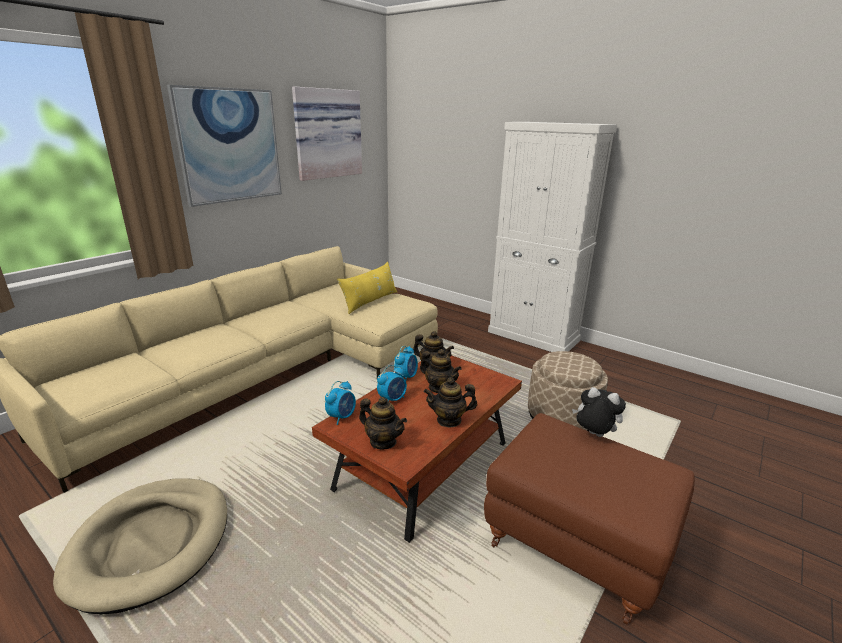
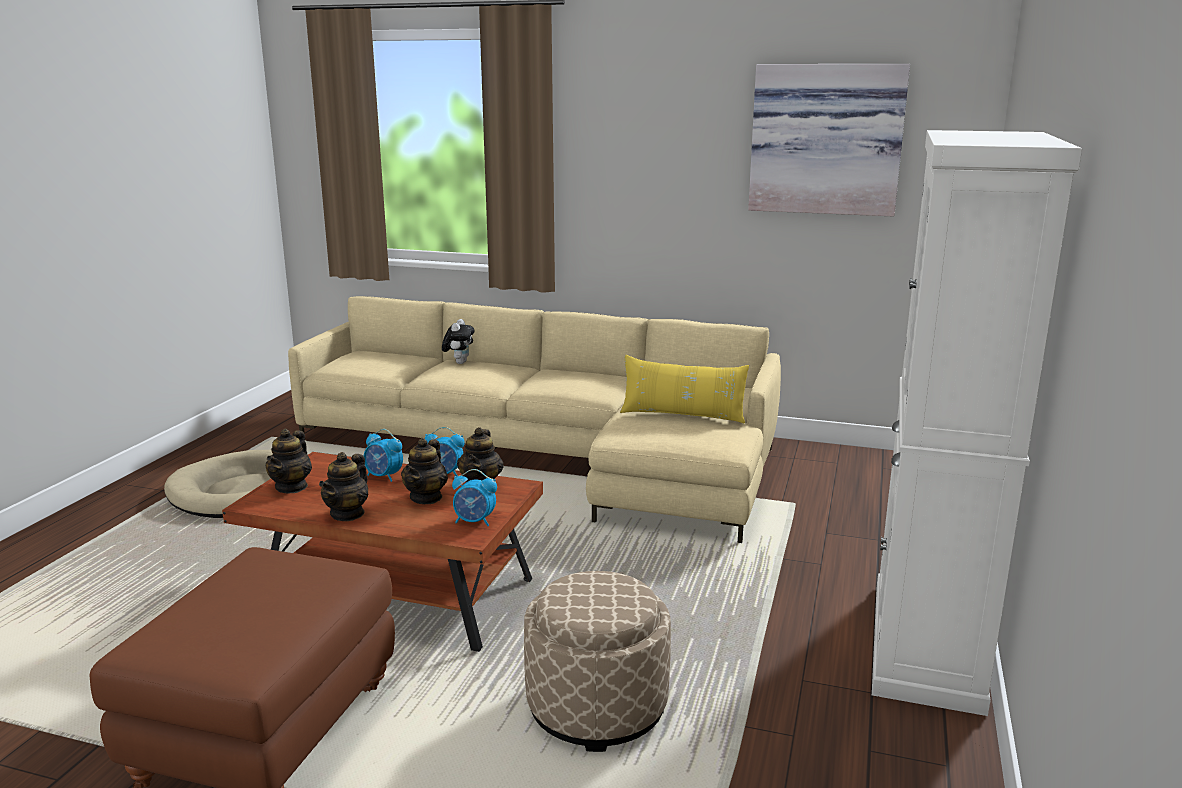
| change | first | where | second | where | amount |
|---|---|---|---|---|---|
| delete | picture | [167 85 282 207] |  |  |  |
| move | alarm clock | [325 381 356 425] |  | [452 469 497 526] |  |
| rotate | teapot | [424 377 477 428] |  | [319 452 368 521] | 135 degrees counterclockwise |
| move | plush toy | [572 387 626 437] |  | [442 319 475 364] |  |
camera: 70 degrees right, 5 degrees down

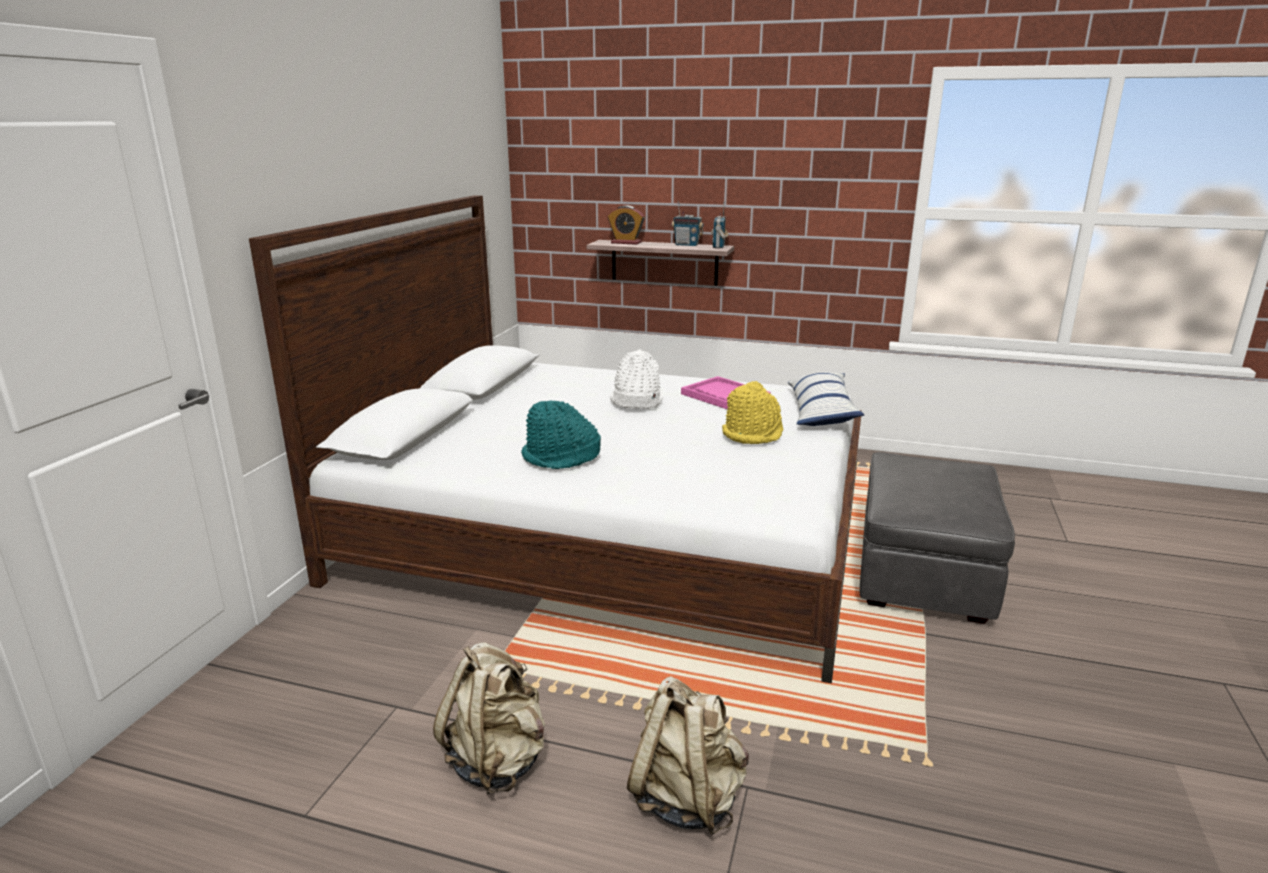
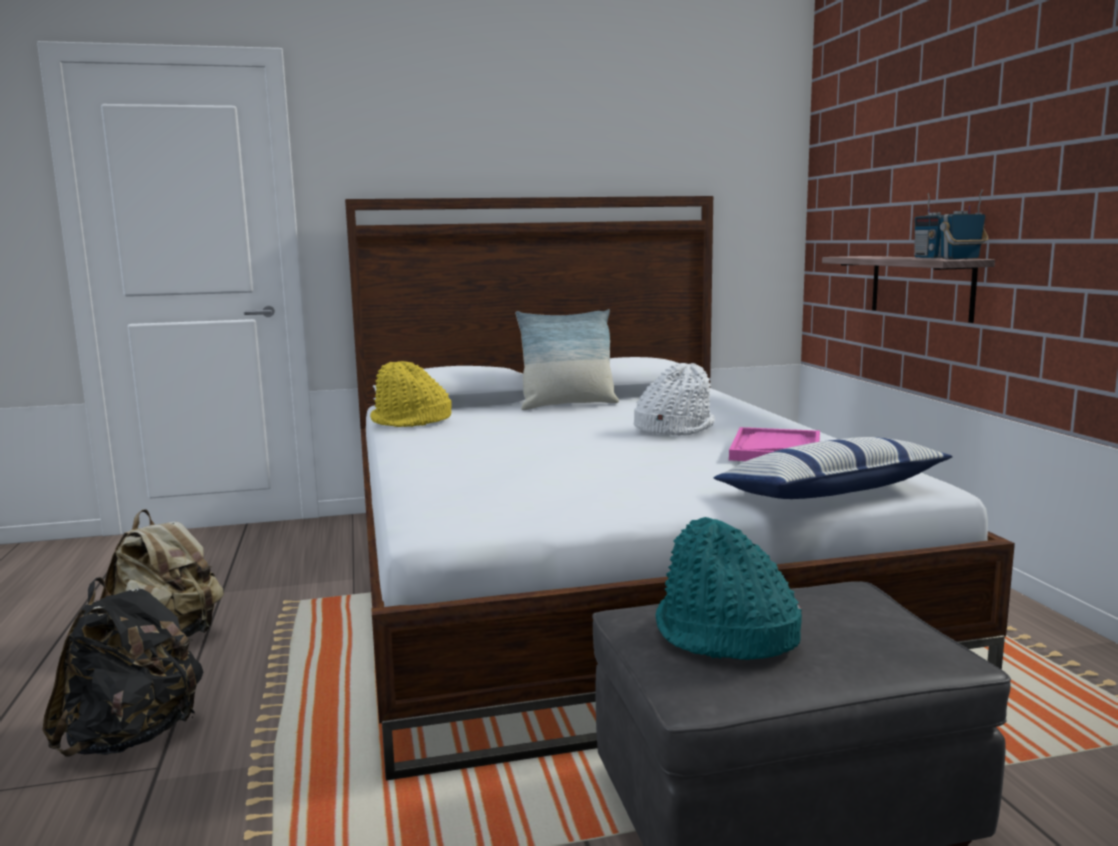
| change | first | where | second | where | amount |
|---|---|---|---|---|---|
| move | turquoise hat | [521 401 601 469] |  | [656 517 802 660] |  |
| delete | alarm clock | [608 206 645 245] |  |  |  |
| recolor | beige backpack | [627 676 749 835] | black backpack | [43 577 203 757] |  |
| move | yellow hat | [722 381 783 444] |  | [370 361 451 427] |  |
| insert |  |  | pillow | [516 309 619 410] |  |
camera: 60 degrees right, 10 degrees down

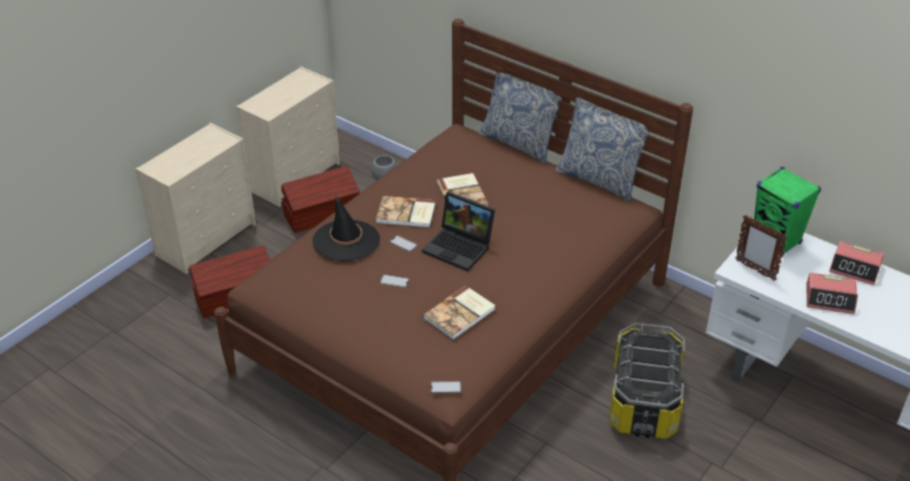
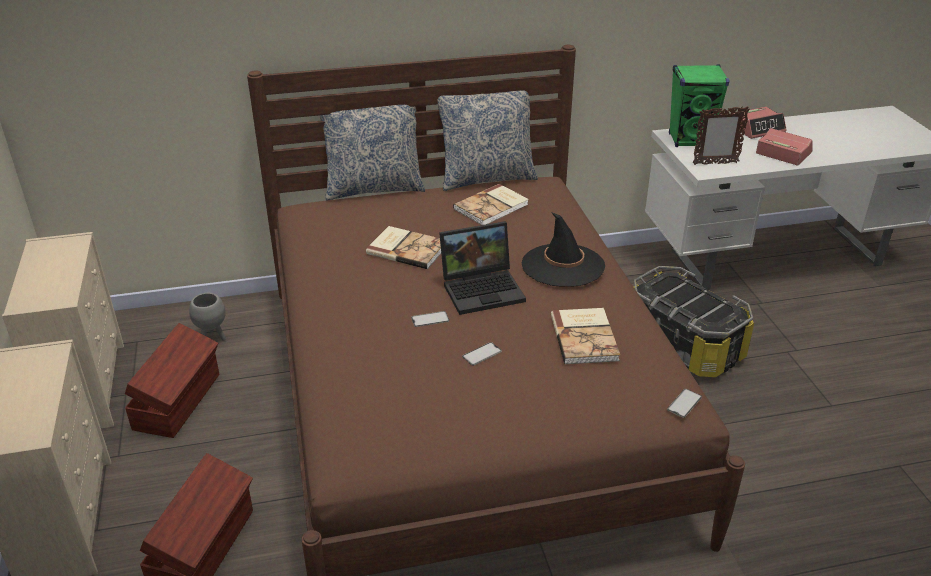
| change | first | where | second | where | amount |
|---|---|---|---|---|---|
| move | black hat | [313 196 380 261] |  | [522 212 605 287] |  |
| move | book | [376 196 436 228] |  | [453 184 529 225] |  |
| rotate | alarm clock | [806 273 858 314] |  | [756 128 813 165] | 105 degrees counterclockwise |
camera: 50 degrees left, 5 degrees down

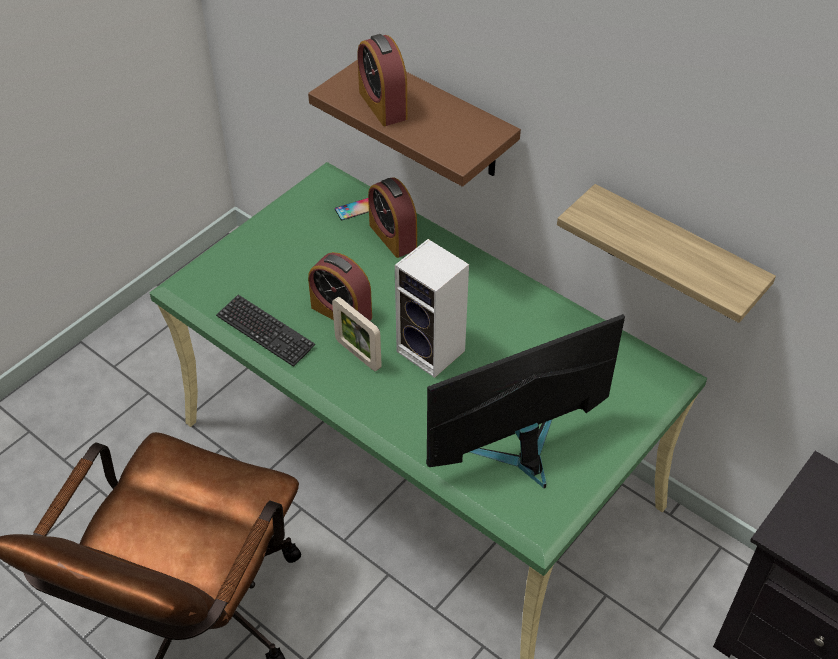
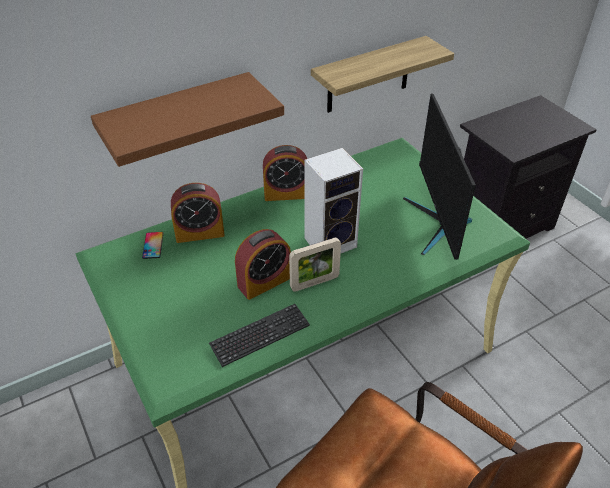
| change | first | where | second | where | amount |
|---|---|---|---|---|---|
| move | alarm clock | [358 34 407 126] |  | [263 145 307 201] |  |
camera: 70 degrees left, 5 degrees down

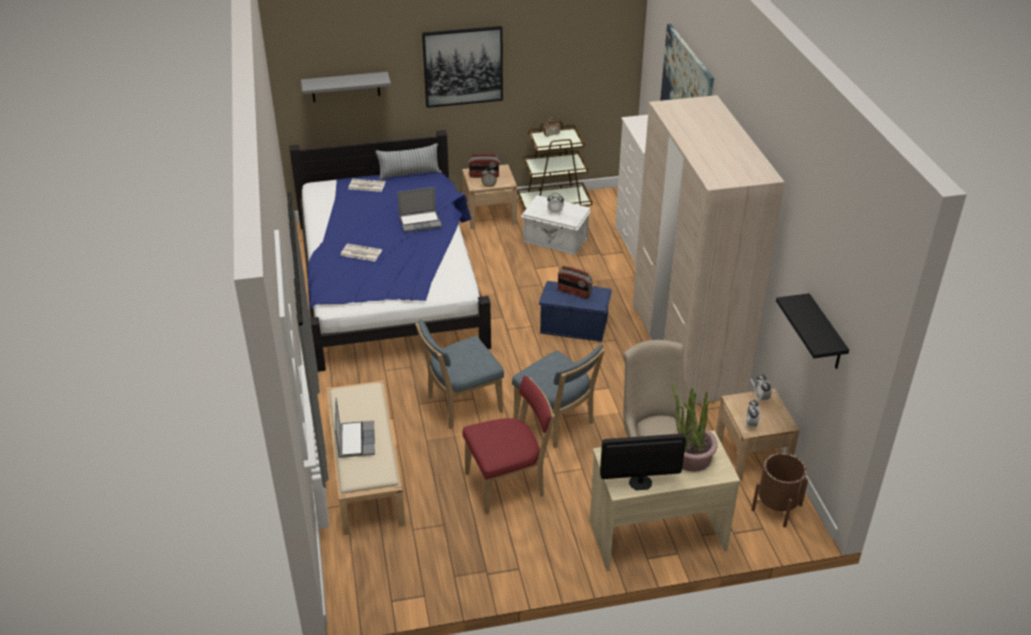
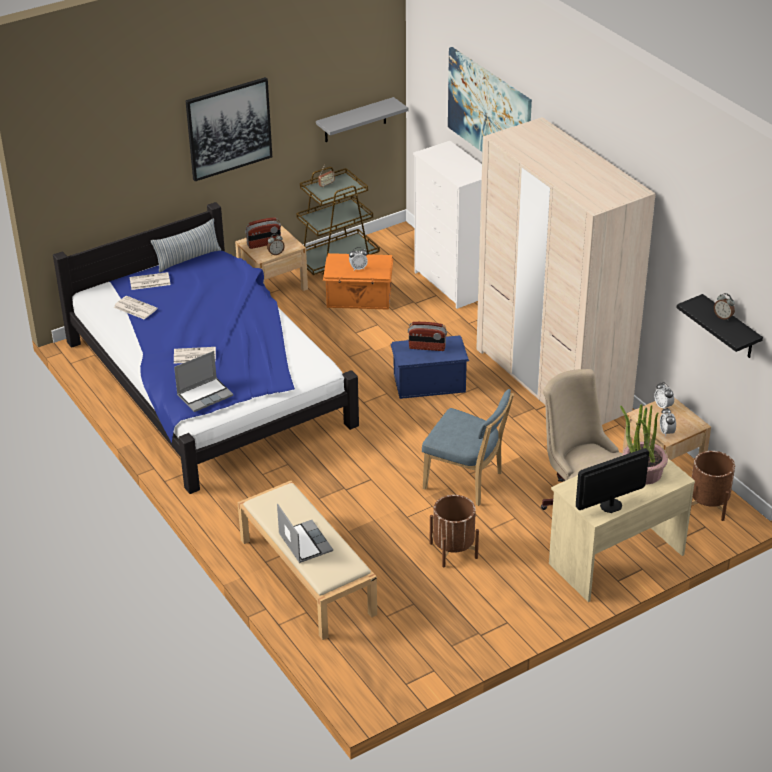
| change | first | where | second | where | amount |
|---|---|---|---|---|---|
| move | grey shelf | [301 72 391 102] |  | [316 97 409 142] |  |
| move | laptop | [397 187 442 232] |  | [174 351 233 412] |  |
| delete | blue chair | [416 319 504 429] |  |  |  |
| replace | red chair | [462 376 555 514] | brown planter | [430 495 479 568] |  |
| recolor | white storage box | [521 195 591 255] | orange storage box | [323 253 393 310] |  |
| insert |  |  | newspaper | [114 296 157 319] |  |
| insert |  |  | alarm clock | [714 293 735 320] |  |
camera: 20 degrees left, 0 degrees up

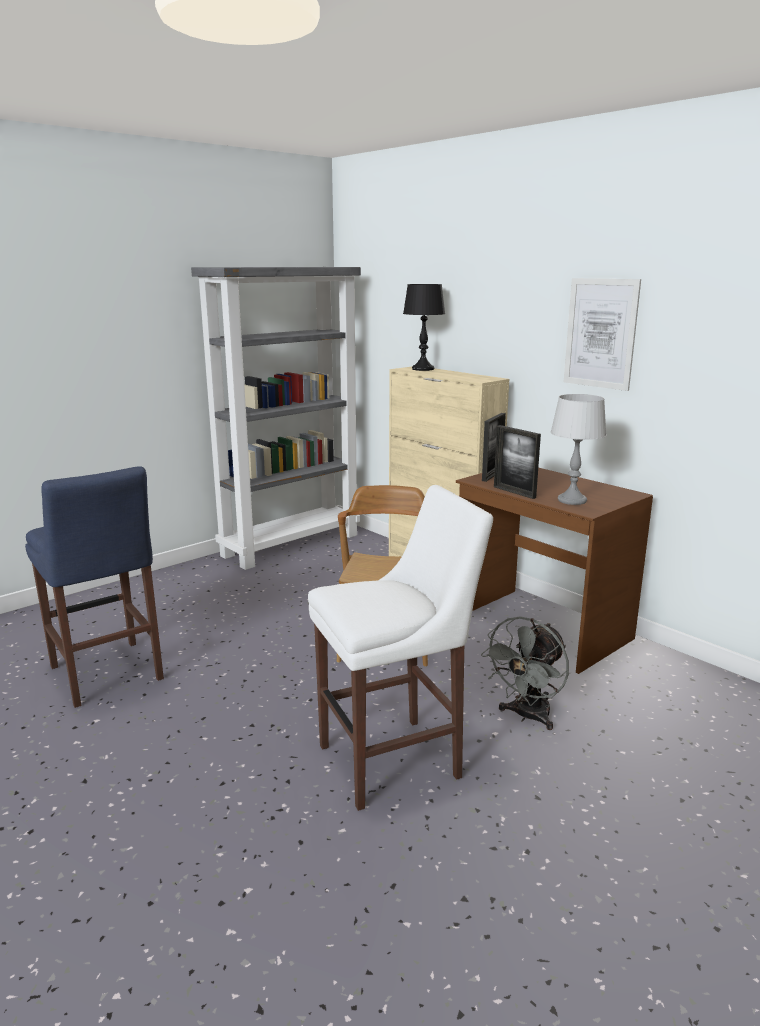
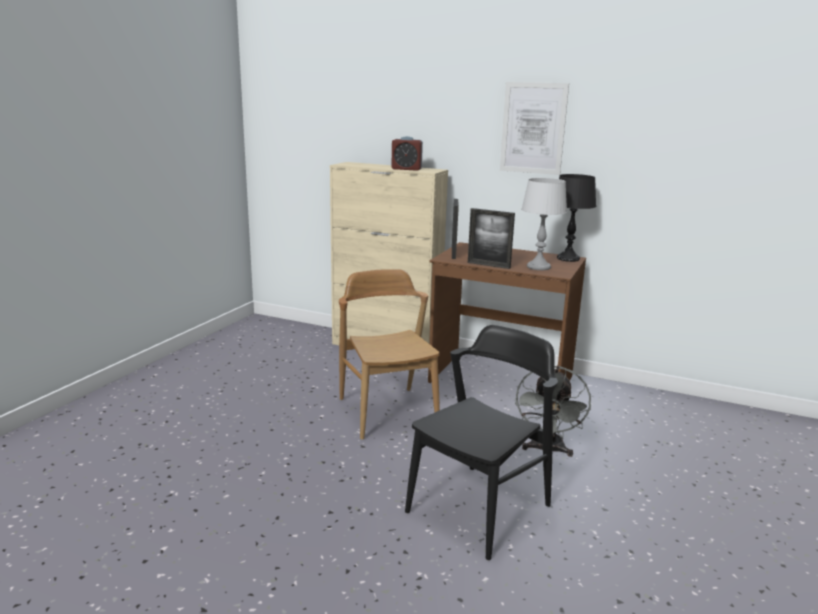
| change | first | where | second | where | amount |
|---|---|---|---|---|---|
| delete | blue stool | [25 466 164 708] |  |  |  |
| delete | grey bookcase | [191 267 361 570] |  |  |  |
| replace | white stool | [308 485 493 811] | black chair | [405 325 558 561] |  |
| move | black table lamp | [403 284 445 371] |  | [557 174 596 262] |  |
| insert |  |  | alarm clock | [391 136 423 171] |  |
camera: 25 degrees left, 0 degrees up

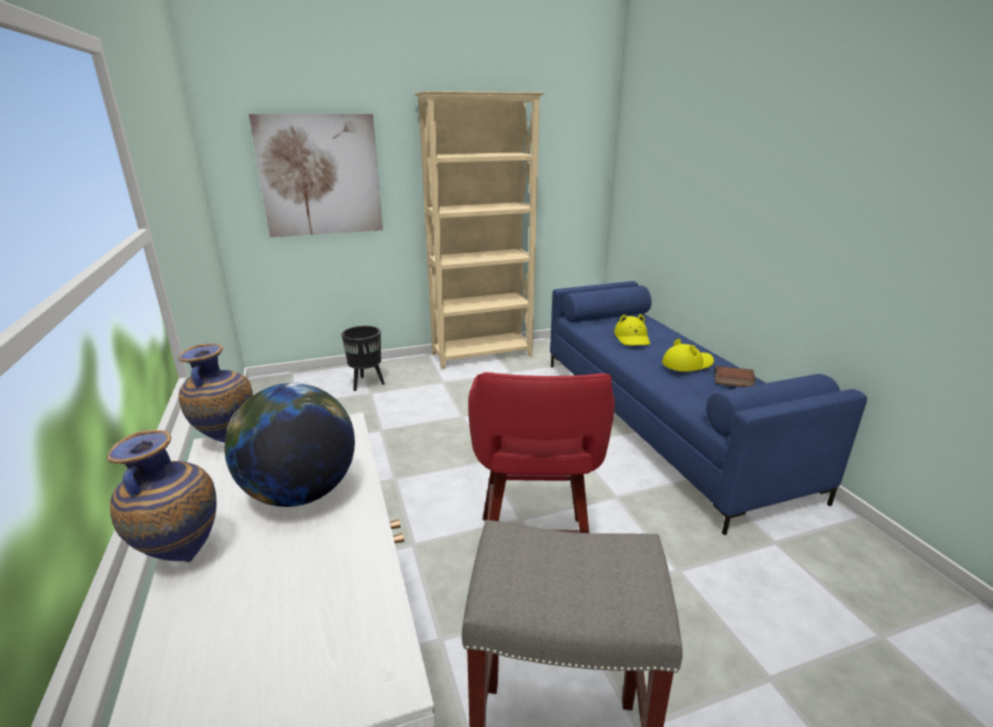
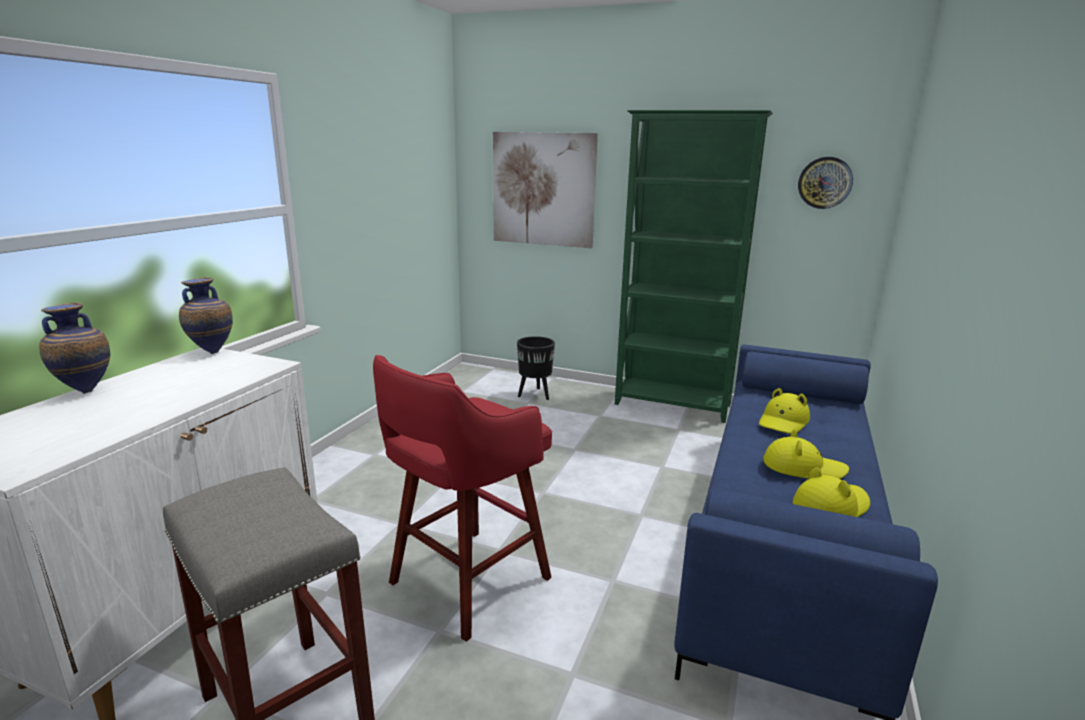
| change | first | where | second | where | amount |
|---|---|---|---|---|---|
| delete | globe | [225 383 355 507] |  |  |  |
| recolor | beige bookcase | [414 91 545 369] | green bookcase | [615 110 773 423] |  |
| replace | book | [715 366 756 387] | yellow hat | [793 468 870 517] |  |
| insert |  |  | wall clock | [798 157 853 209] |  |
camera: 40 degrees right, 5 degrees down

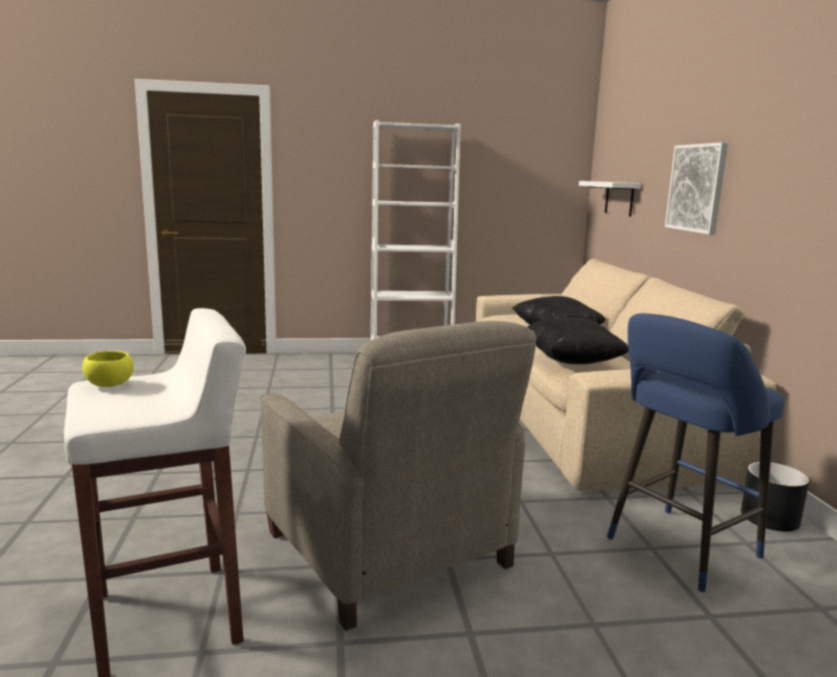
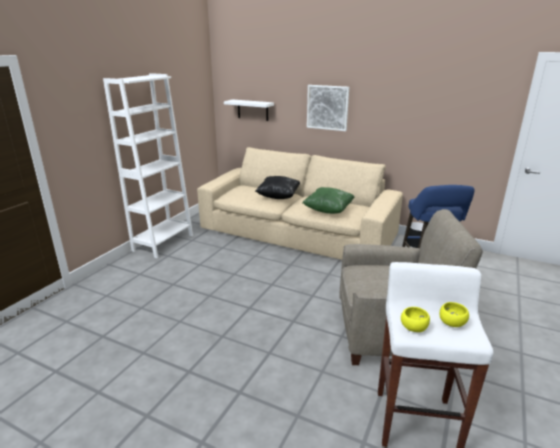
| change | first | where | second | where | amount |
|---|---|---|---|---|---|
| recolor | black pillow | [527 317 629 364] | green pillow | [302 187 354 214] |  |
| insert |  |  | yellow bowl | [440 302 469 327] |  |
camera: 55 degrees left, 10 degrees up

